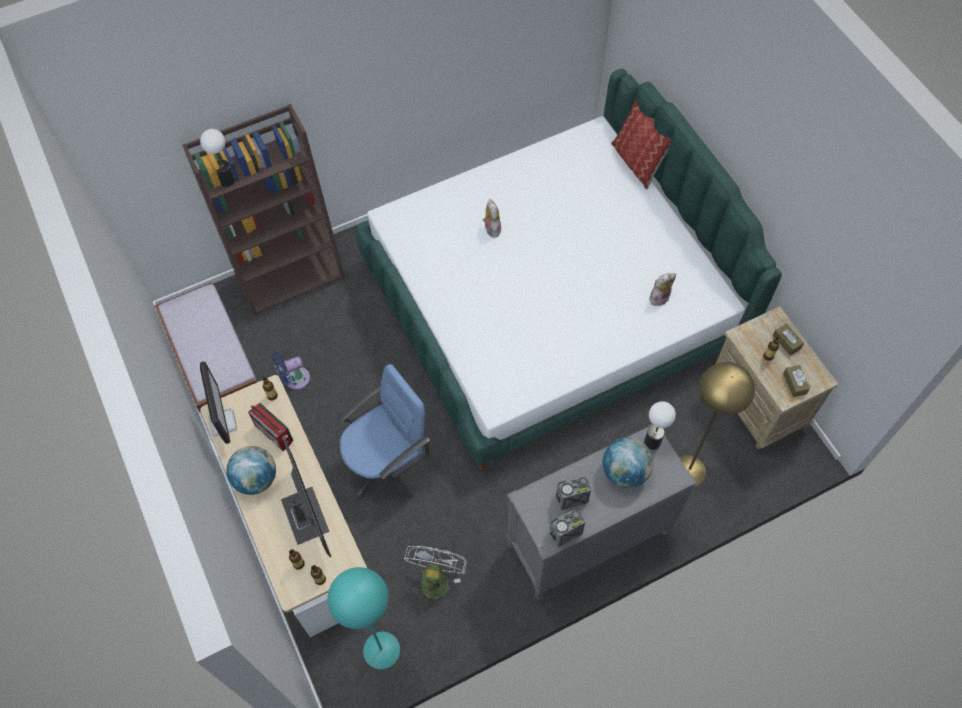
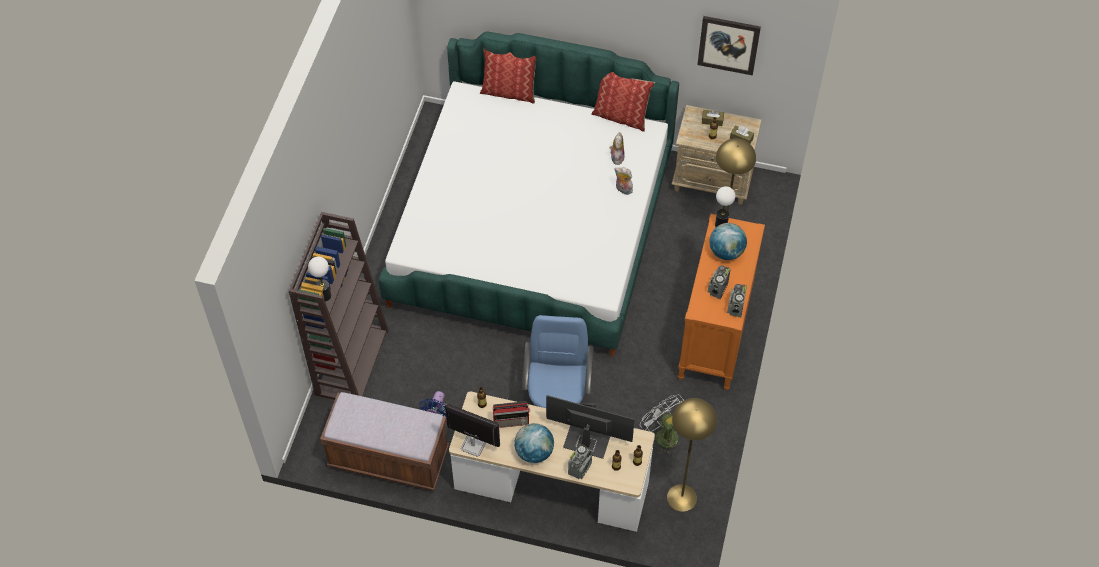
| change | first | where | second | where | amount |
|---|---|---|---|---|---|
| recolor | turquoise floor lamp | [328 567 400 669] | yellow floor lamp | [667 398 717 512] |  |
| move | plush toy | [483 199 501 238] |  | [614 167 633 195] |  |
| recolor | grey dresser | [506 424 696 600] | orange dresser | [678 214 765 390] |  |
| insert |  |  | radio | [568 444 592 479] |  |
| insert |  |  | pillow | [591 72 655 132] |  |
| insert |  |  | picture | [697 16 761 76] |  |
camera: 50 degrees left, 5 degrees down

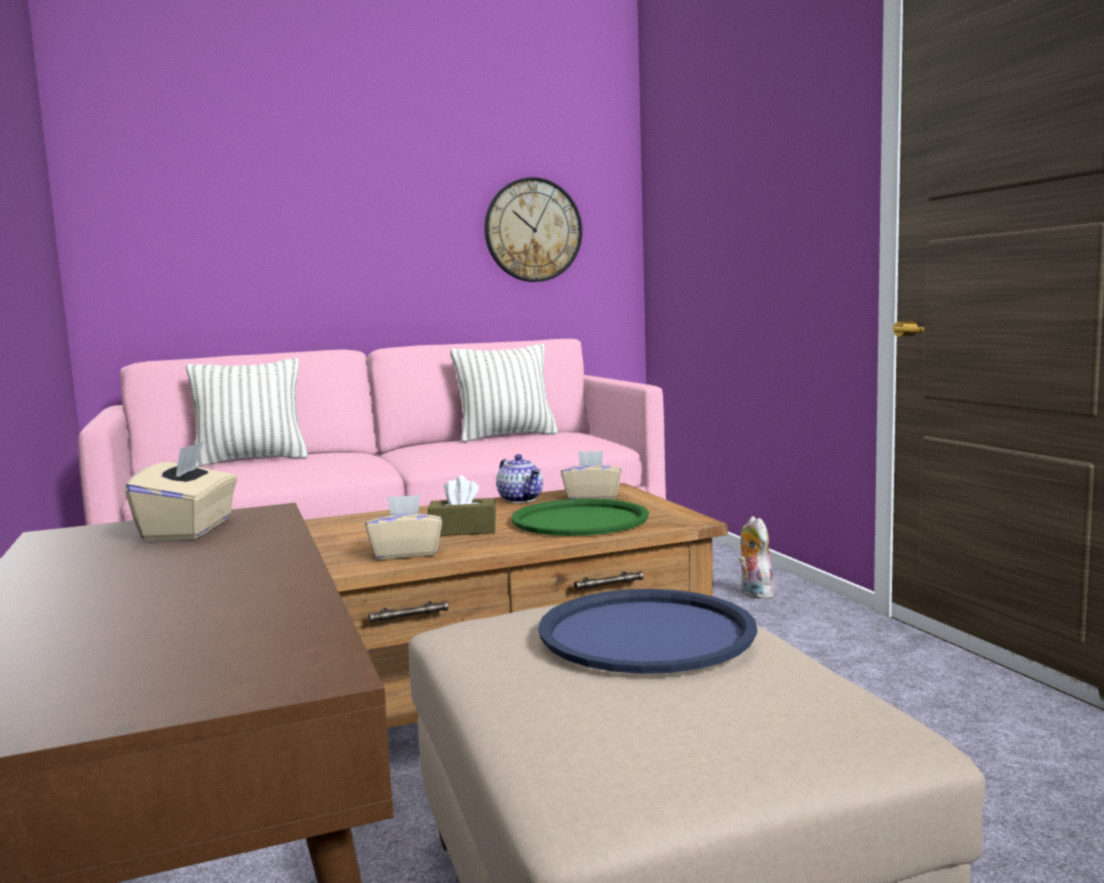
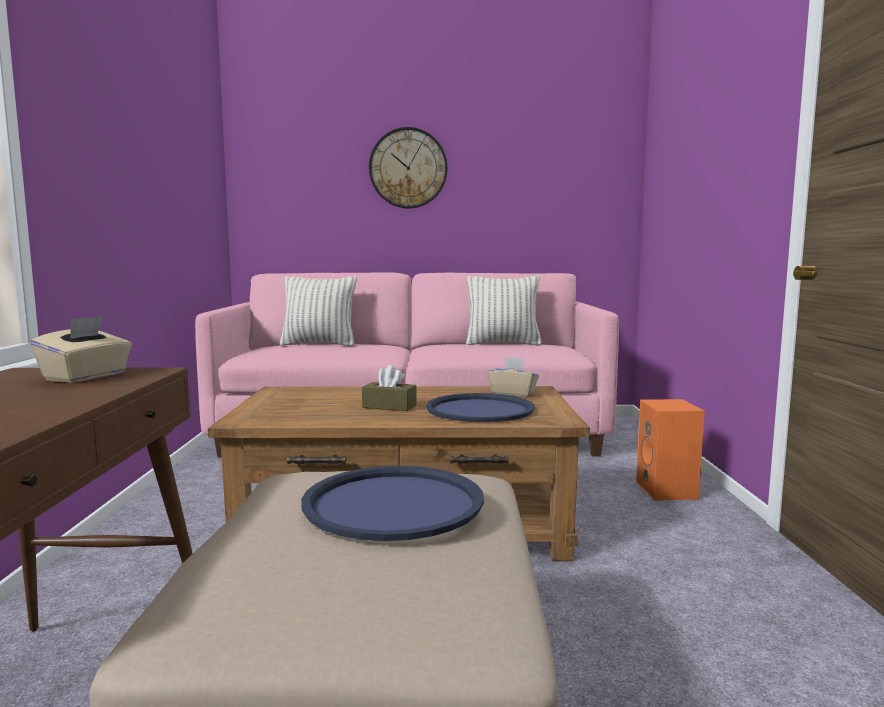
| change | first | where | second | where | amount |
|---|---|---|---|---|---|
| delete | beige tissue box | [365 494 442 559] |  |  |  |
| move | wall clock | [484 177 582 282] |  | [369 127 447 209] |  |
| delete | teapot | [496 454 543 503] |  |  |  |
| recolor | green tray | [511 499 649 536] | blue tray | [426 393 535 422] |  |
| replace | plush toy | [738 516 774 599] | orange speaker | [636 399 705 500] |  |
camera: 20 degrees right, 0 degrees up

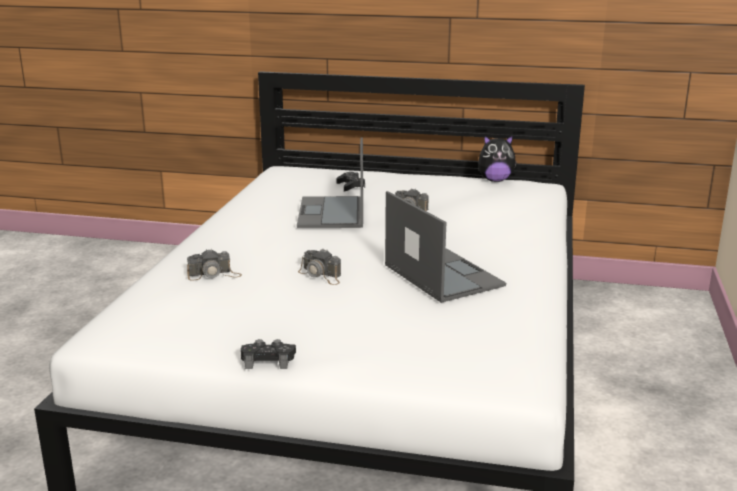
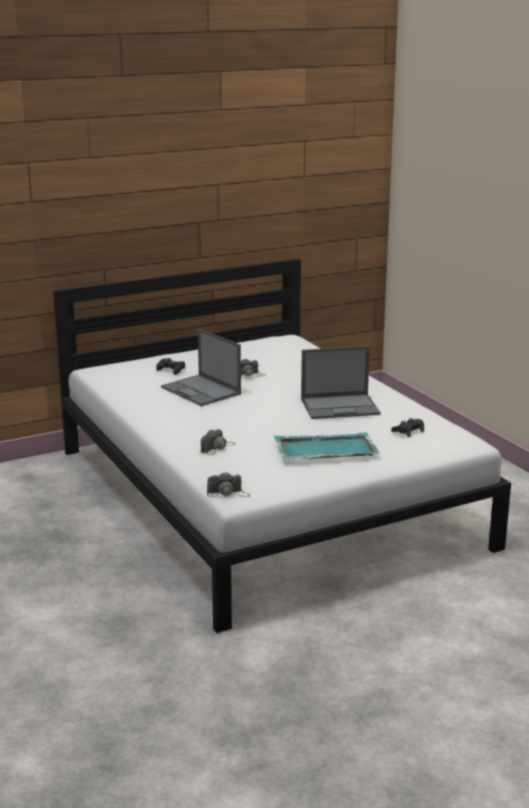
| change | first | where | second | where | amount |
|---|---|---|---|---|---|
| move | black game controller | [241 339 296 369] |  | [391 418 424 437] |  |
| move | photo camera | [298 249 341 285] |  | [207 472 250 497] |  |
| rotate | laptop | [385 191 506 303] |  | [301 346 381 419] | 150 degrees clockwise |
| delete | plush toy | [478 135 517 182] |  |  |  |
| insert |  |  | turquoise tray | [274 432 380 460] |  |
camera: 40 degrees left, 0 degrees up

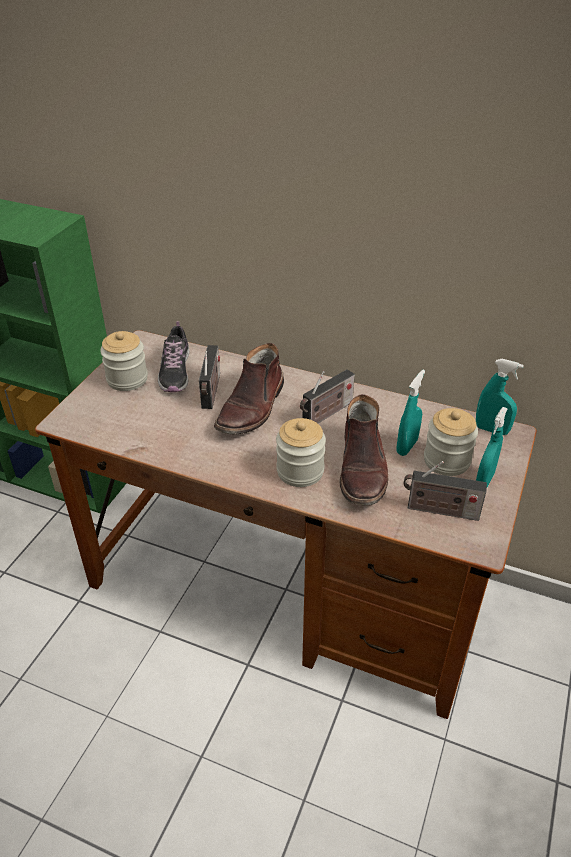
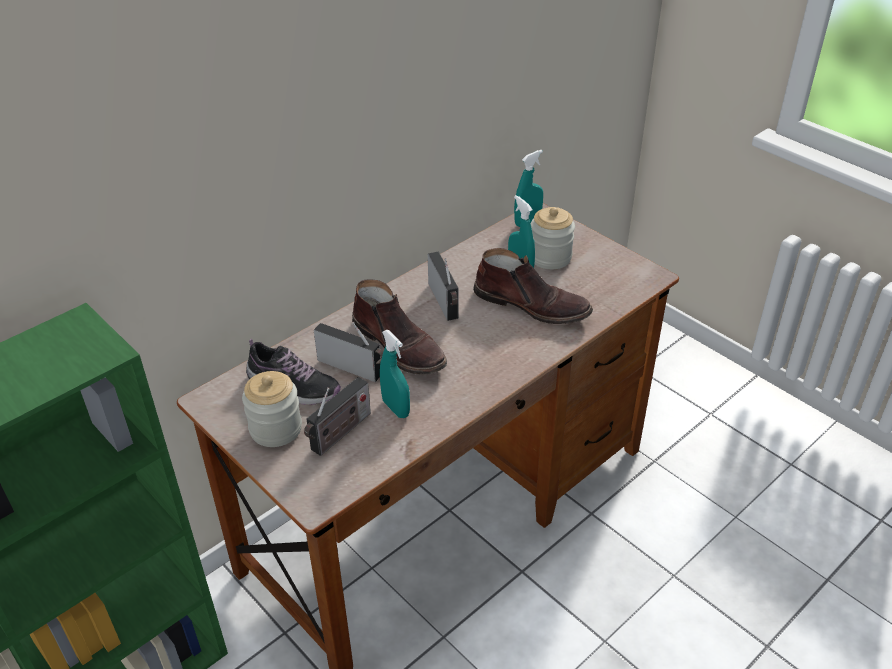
| change | first | where | second | where | amount |
|---|---|---|---|---|---|
| delete | jar | [276 418 326 487] |  |  |  |
| move | radio | [404 461 487 521] |  | [304 377 371 456] |  |
| move | turquoise spray bottle | [476 407 508 487] |  | [380 330 410 418] |  |
camera: 65 degrees left, 0 degrees up

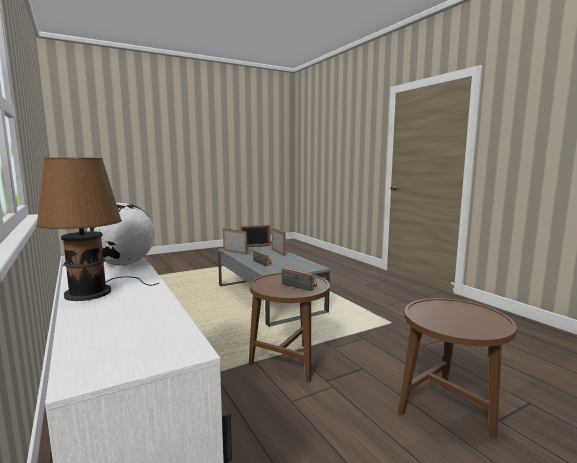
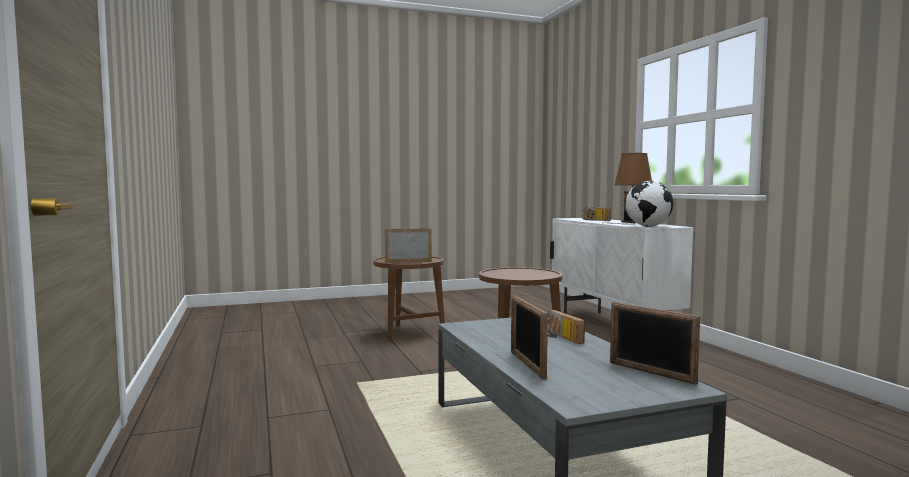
| change | first | where | second | where | amount |
|---|---|---|---|---|---|
| move | picture frame | [240 225 270 247] |  | [385 229 432 262] |  |
| move | radio | [282 268 317 291] |  | [582 207 611 221] |  |
camera: 170 degrees left, 5 degrees down

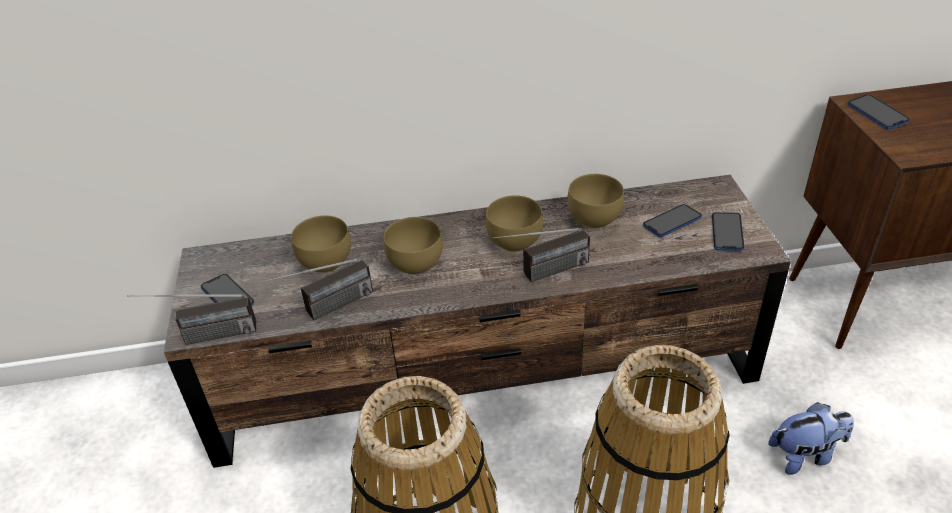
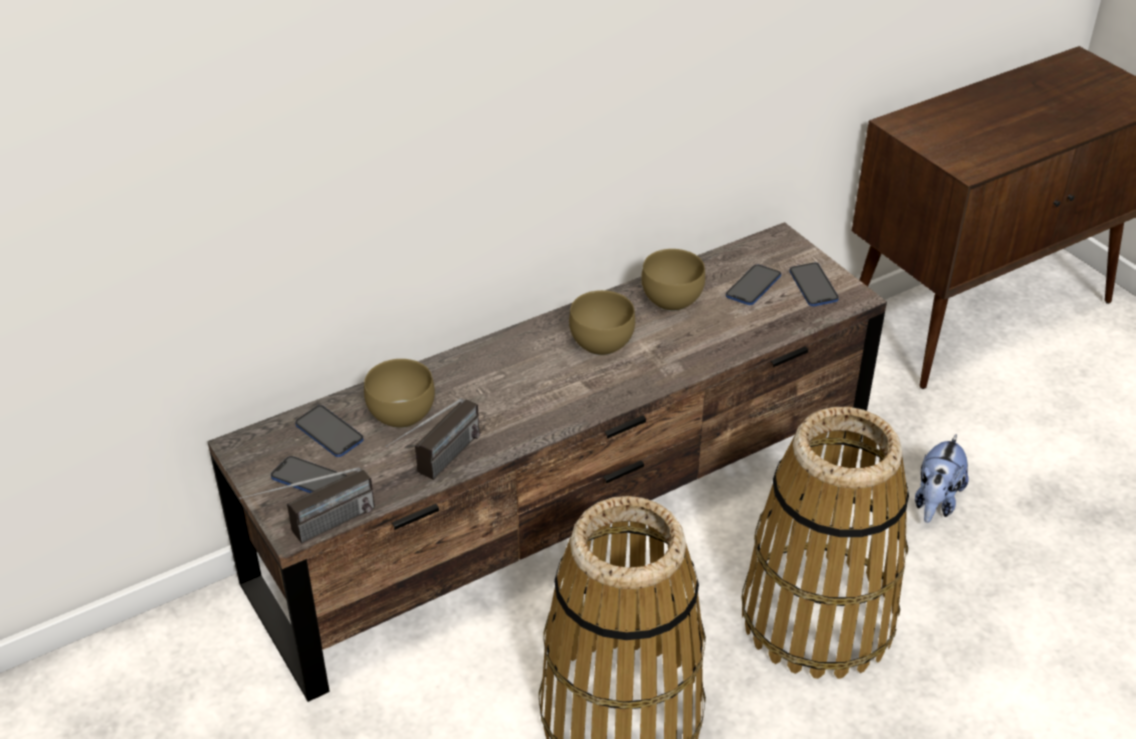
| change | first | where | second | where | amount |
|---|---|---|---|---|---|
| delete | brown bowl | [384 217 443 275] |  |  |  |
| delete | radio | [490 228 590 282] |  |  |  |
| rotate | plush toy | [768 402 854 475] |  | [915 434 968 523] | 150 degrees clockwise |
| move | phone | [848 94 910 129] |  | [295 405 363 457] |  |
camera: 25 degrees left, 0 degrees up

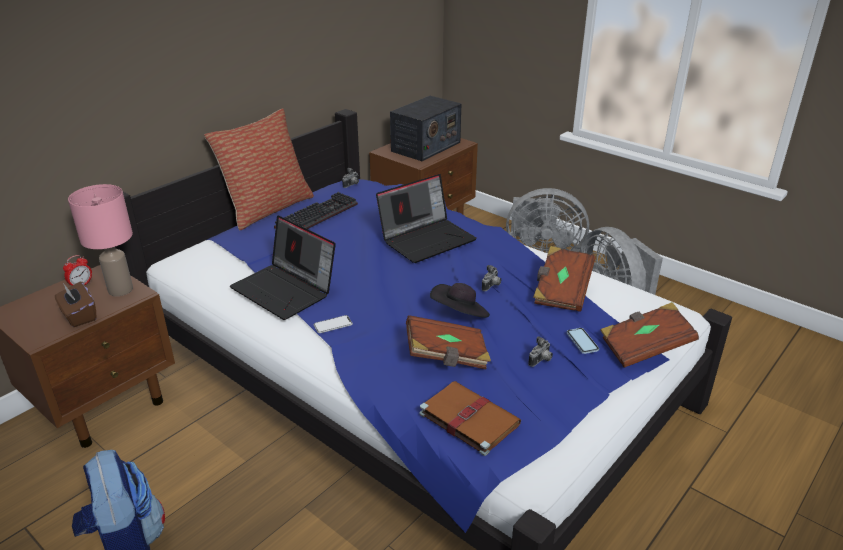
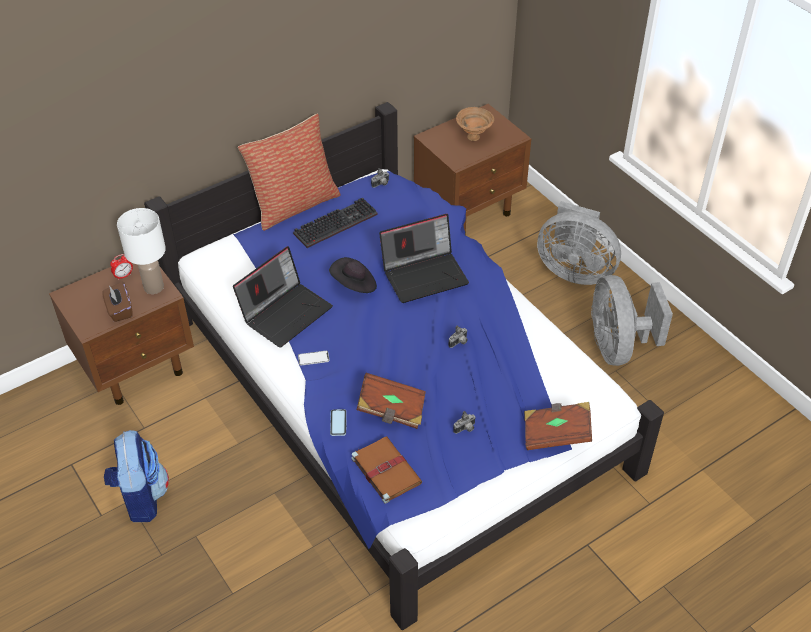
| change | first | where | second | where | amount |
|---|---|---|---|---|---|
| recolor | pink table lamp | [68 184 133 296] | white table lamp | [117 208 166 294] |  |
| rotate | laptop | [230 215 336 320] |  | [233 246 333 348] | 105 degrees counterclockwise |
| replace | radio | [390 96 461 161] | brown bowl | [456 107 494 141] |  |
| move | black hat | [430 283 490 318] |  | [329 257 377 293] |  |
| delete | brown book | [533 246 596 312] |  |  |  |
| move | phone | [566 328 599 354] |  | [330 409 347 436] |  |
camera: 15 degrees right, 15 degrees up

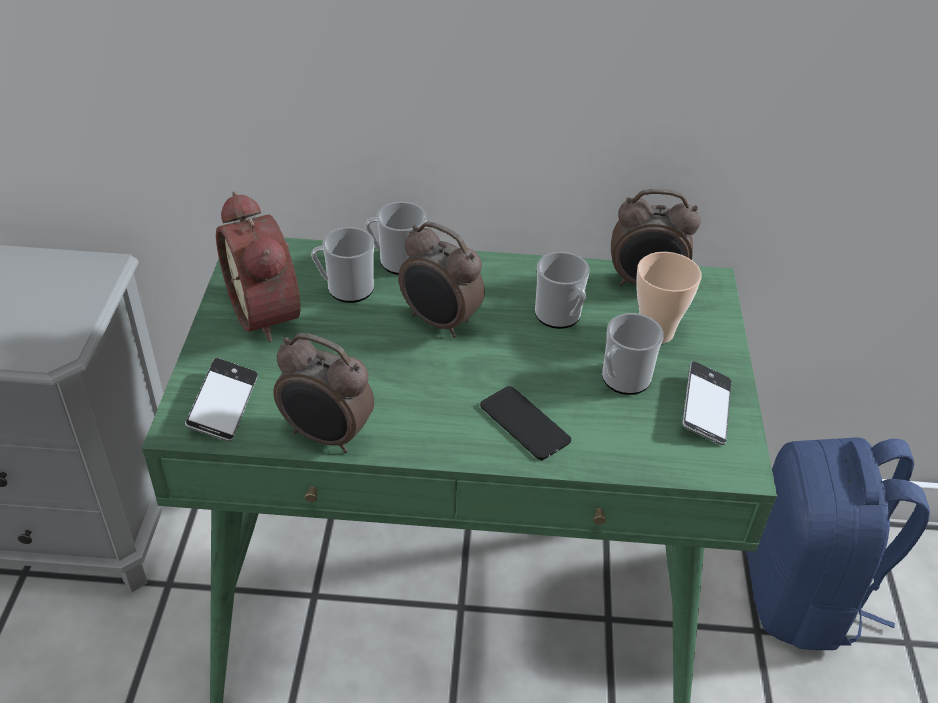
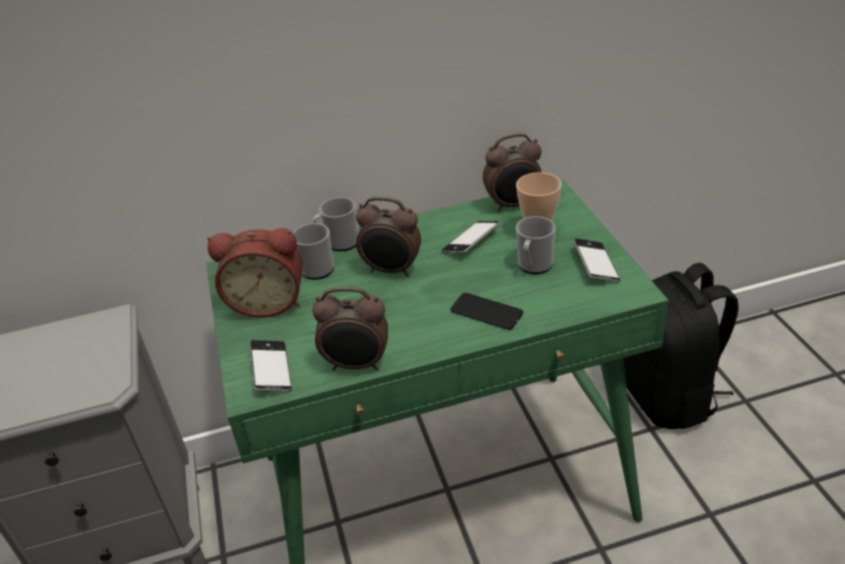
| change | first | where | second | where | amount |
|---|---|---|---|---|---|
| rotate | alarm clock | [216 191 300 342] |  | [207 228 303 318] | 45 degrees counterclockwise |
| replace | mug | [535 252 590 329] | phone | [442 221 500 254] |  |
| recolor | blue backpack | [747 437 930 650] | black backpack | [623 263 739 429] |  |
camera: 15 degrees left, 5 degrees down

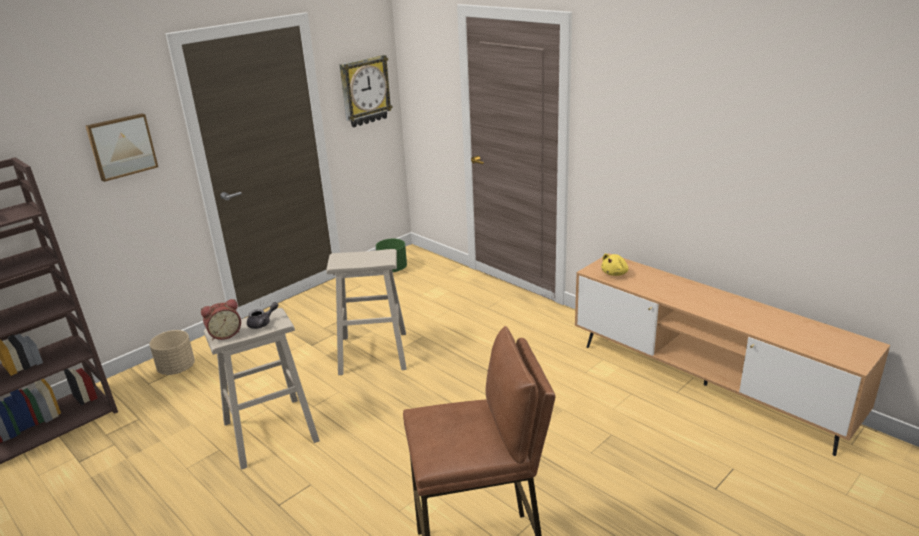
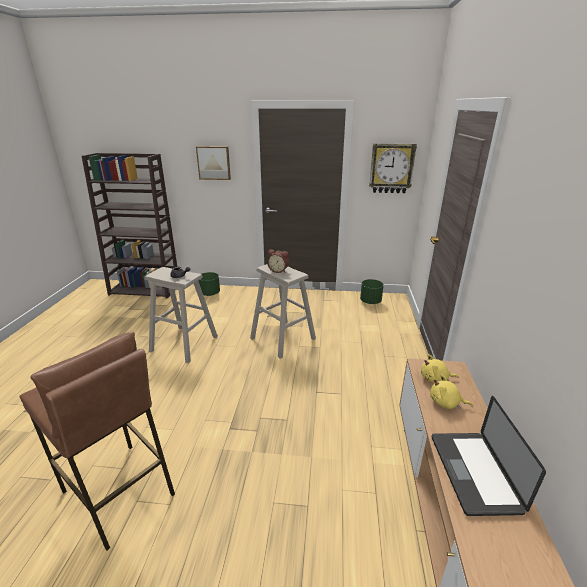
| change | first | where | second | where | amount |
|---|---|---|---|---|---|
| recolor | beige planter | [149 330 195 375] | green planter | [198 272 220 296] |  |
| move | alarm clock | [201 299 241 341] |  | [267 249 289 273] |  |
| insert |  |  | yellow plush toy | [430 375 473 409] |  |
| insert |  |  | laptop | [432 396 546 516] |  |
camera: 50 degrees right, 0 degrees up

